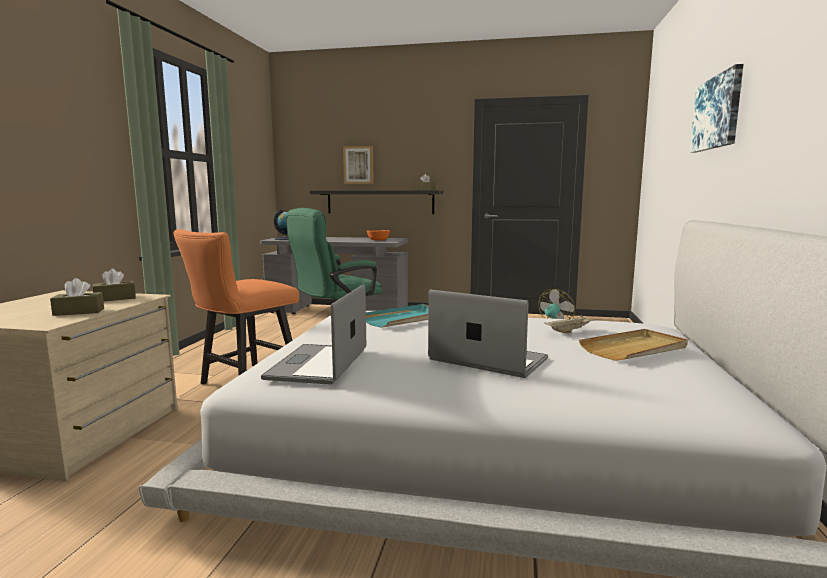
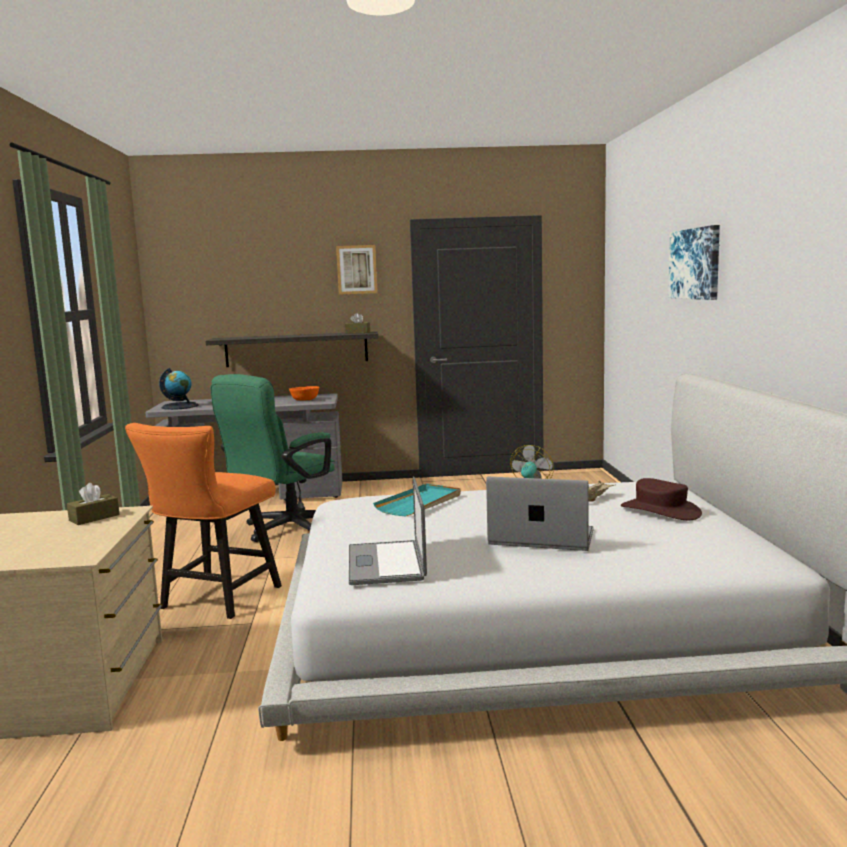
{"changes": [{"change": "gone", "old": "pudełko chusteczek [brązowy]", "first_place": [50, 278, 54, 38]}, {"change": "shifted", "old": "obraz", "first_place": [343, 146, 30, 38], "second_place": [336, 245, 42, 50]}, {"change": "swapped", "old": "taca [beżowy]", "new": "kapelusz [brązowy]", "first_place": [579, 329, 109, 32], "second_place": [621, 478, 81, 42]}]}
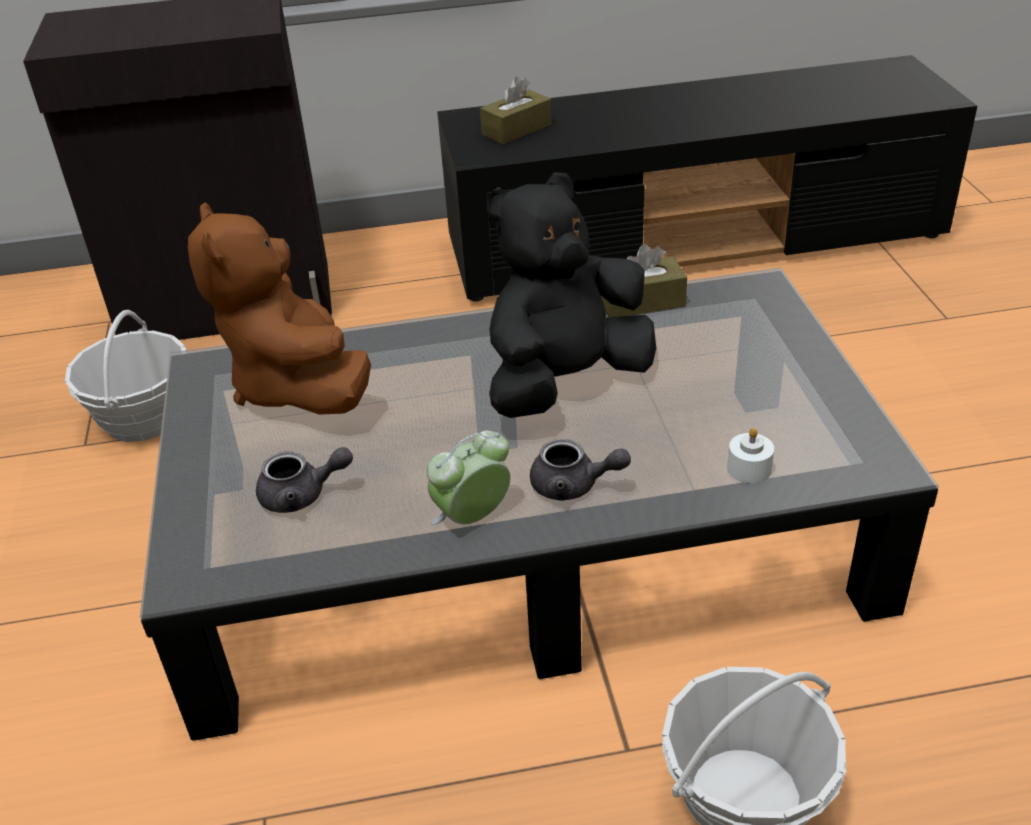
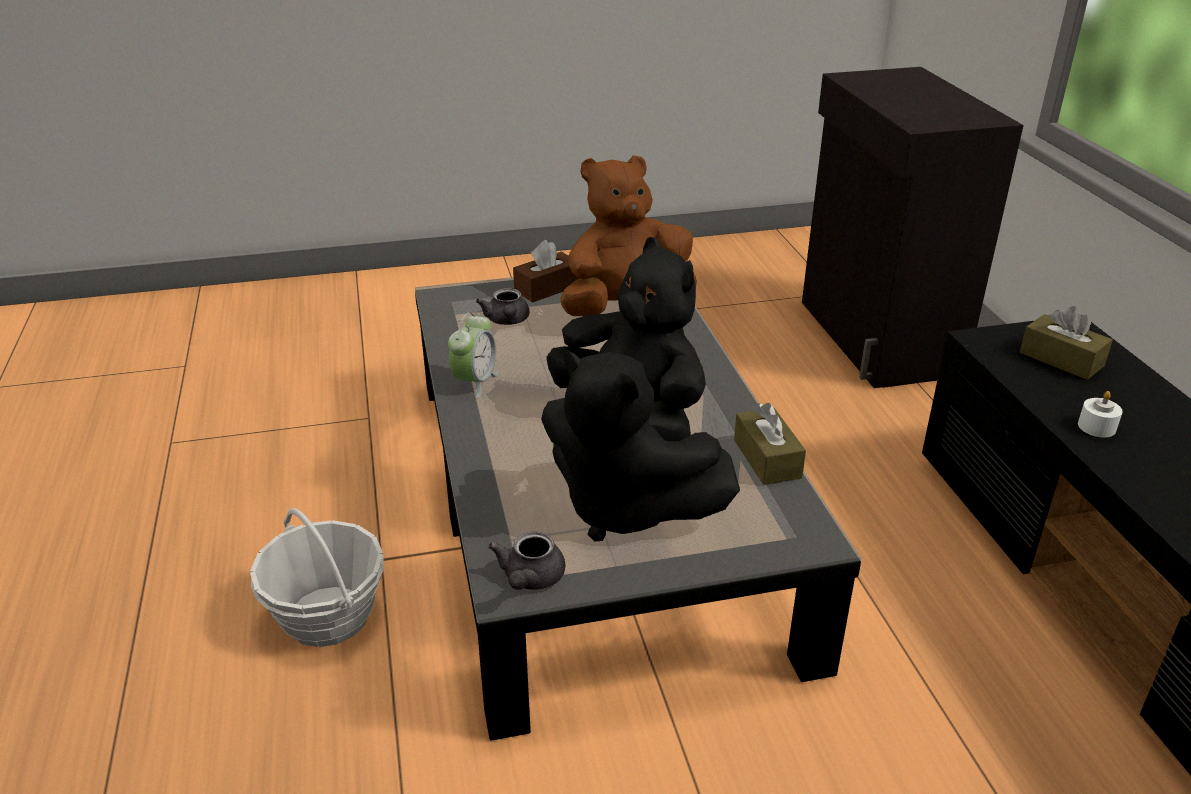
{"changes": [{"change": "gone", "old": "koszyk", "first_place": [65, 310, 121, 132]}, {"change": "rotated", "old": "budzik", "first_place": [427, 431, 83, 94], "second_place": [448, 312, 51, 86], "degrees": 60}, {"change": "shifted", "old": "imbryk [szary]", "first_place": [530, 439, 101, 62], "second_place": [488, 532, 77, 58]}, {"change": "shifted", "old": "świeca [biały]", "first_place": [727, 428, 47, 56], "second_place": [1078, 391, 45, 46]}, {"change": "new", "new": "pudełko chusteczek [brązowy]", "second_place": [513, 240, 66, 63]}, {"change": "new", "new": "pluszak [czarny]", "second_place": [541, 350, 199, 191]}]}
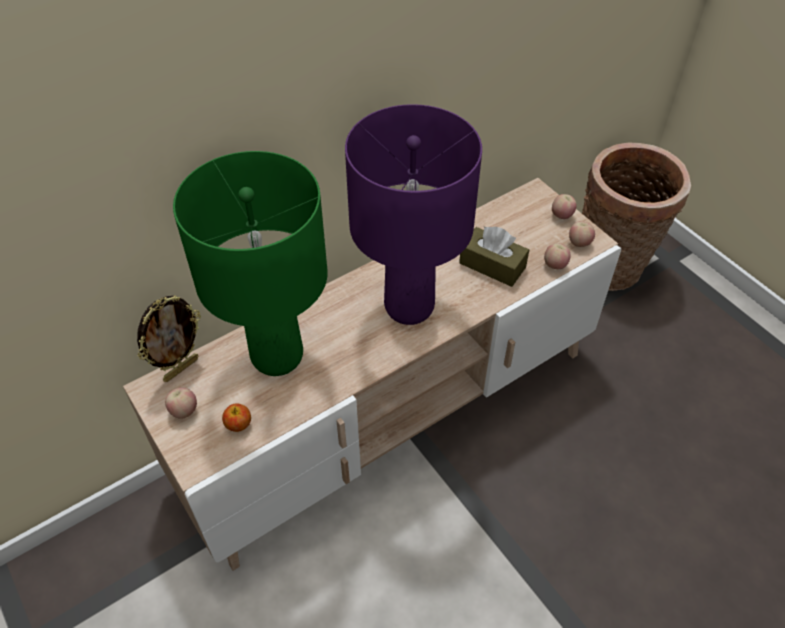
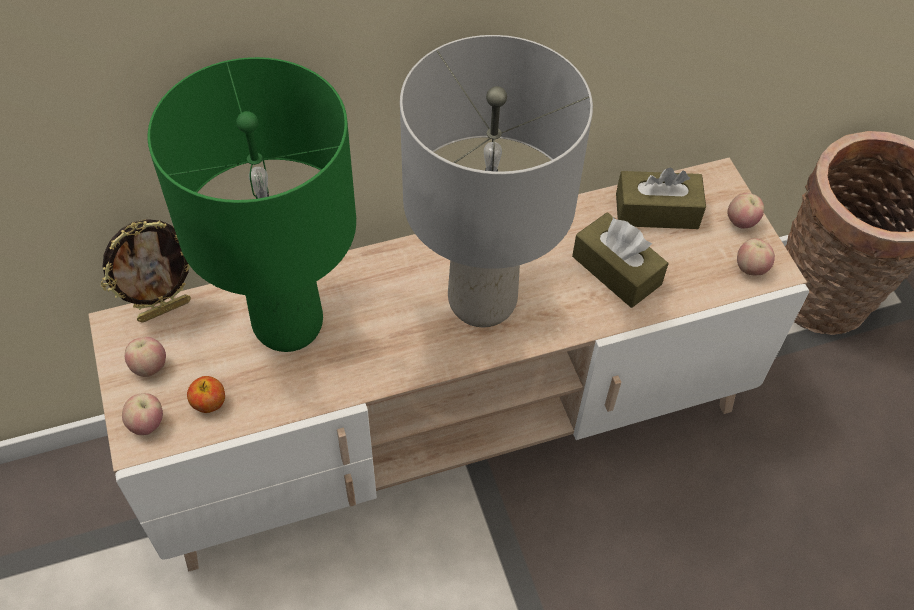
{"changes": [{"change": "repainted", "old": "lampa stołowa [fioletowy]", "new": "lampa stołowa [szary]", "first_place": [345, 104, 137, 221], "second_place": [400, 35, 193, 292]}, {"change": "shifted", "old": "jabłko", "first_place": [544, 243, 26, 27], "second_place": [122, 393, 41, 42]}, {"change": "new", "new": "pudełko chusteczek [brązowy]", "second_place": [616, 168, 90, 61]}]}
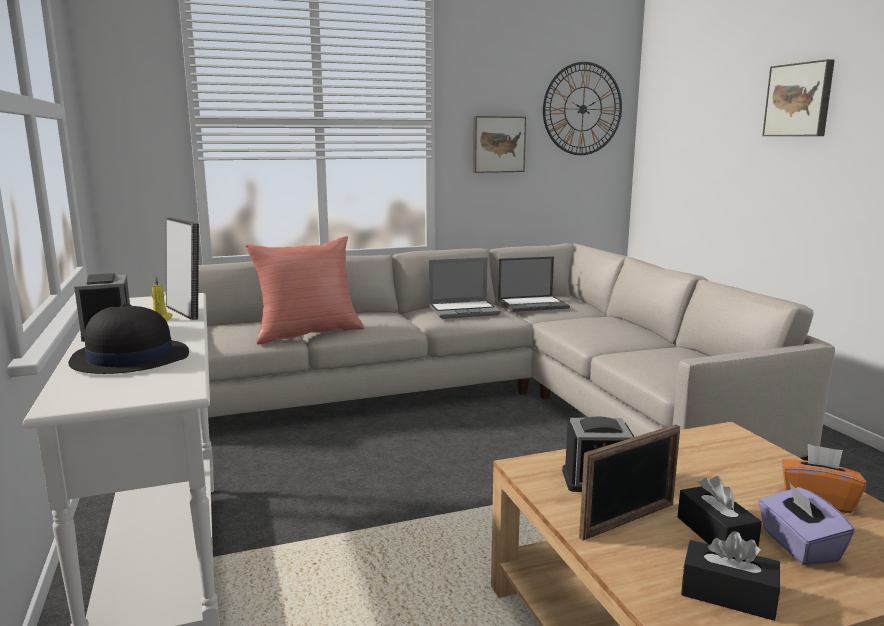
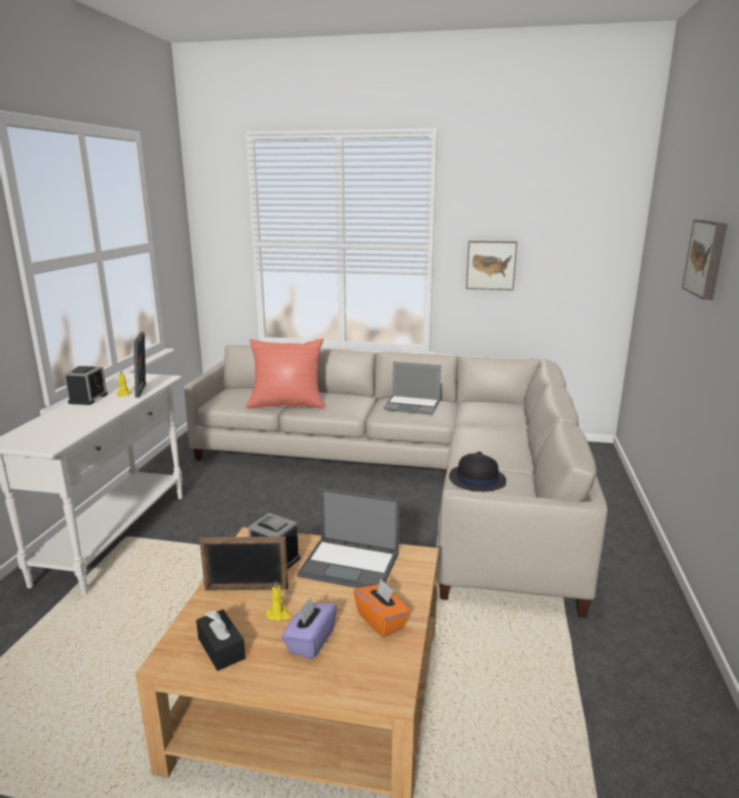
{"changes": [{"change": "shifted", "old": "kapelusz [czarny]", "first_place": [68, 304, 121, 70], "second_place": [449, 452, 57, 40]}, {"change": "shifted", "old": "laptop", "first_place": [498, 256, 72, 56], "second_place": [297, 488, 103, 100]}, {"change": "gone", "old": "zegar ścienny", "first_place": [543, 62, 79, 93]}, {"change": "swapped", "old": "pudełko chusteczek [czarny]", "new": "świeca [żółty]", "first_place": [678, 476, 84, 71], "second_place": [266, 581, 25, 40]}]}
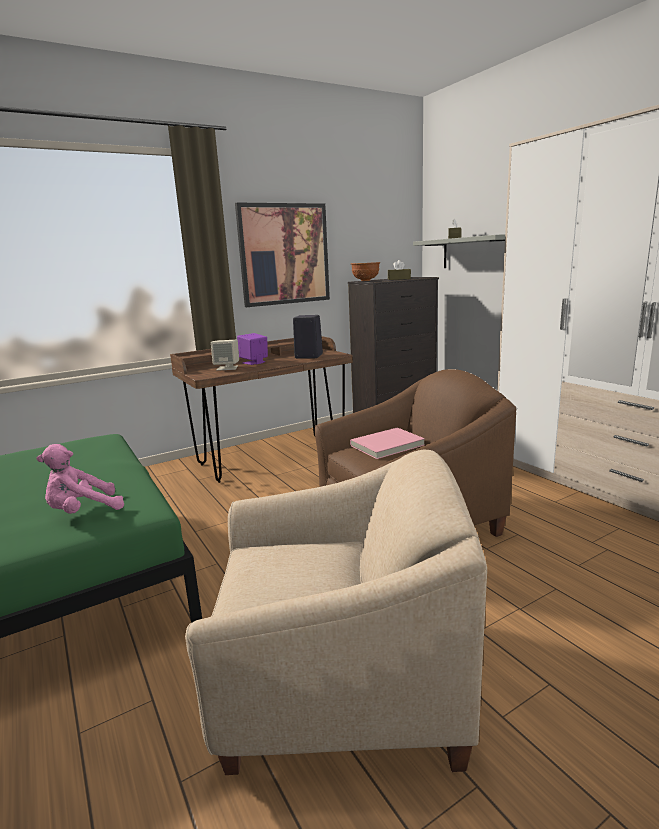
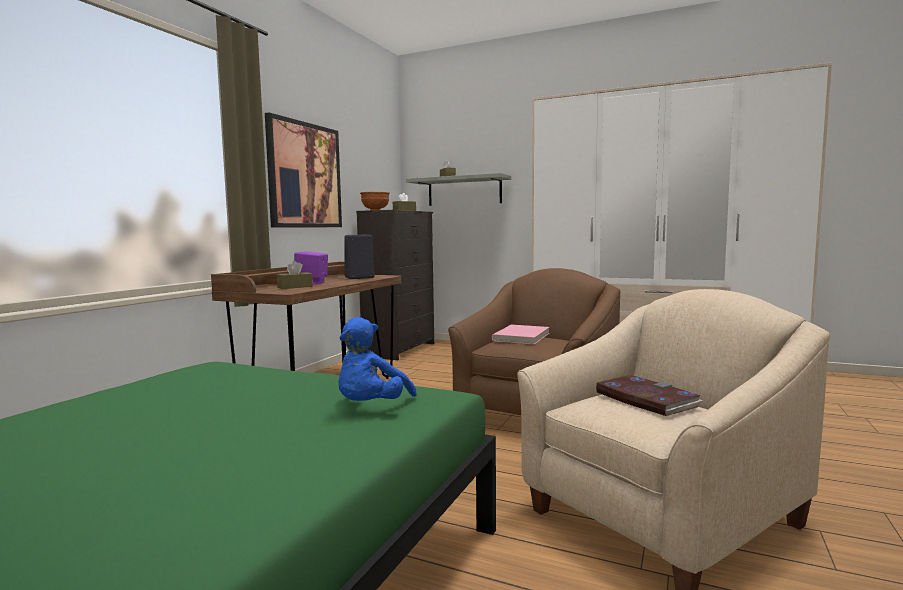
{"changes": [{"change": "repainted", "old": "pluszak [różowy]", "new": "pluszak [niebieski]", "first_place": [36, 444, 88, 70], "second_place": [339, 317, 78, 84]}, {"change": "swapped", "old": "głośnik [beżowy]", "new": "pudełko chusteczek [brązowy]", "first_place": [211, 340, 28, 31], "second_place": [277, 261, 36, 28]}, {"change": "new", "new": "książka", "second_place": [595, 375, 108, 41]}]}
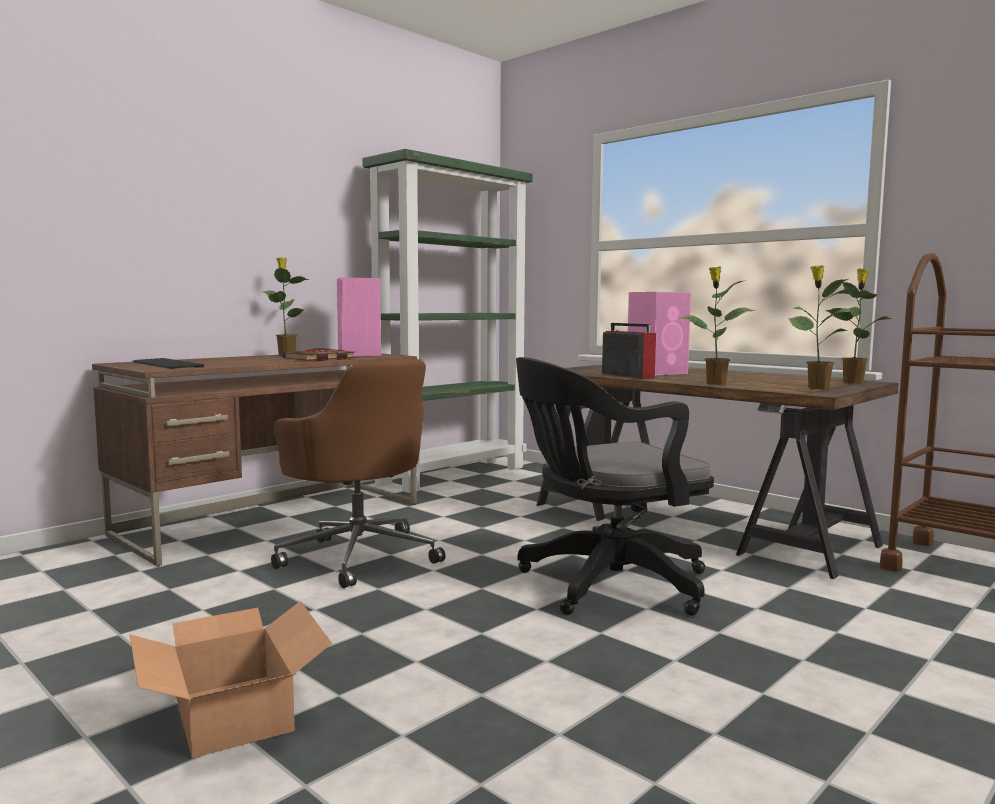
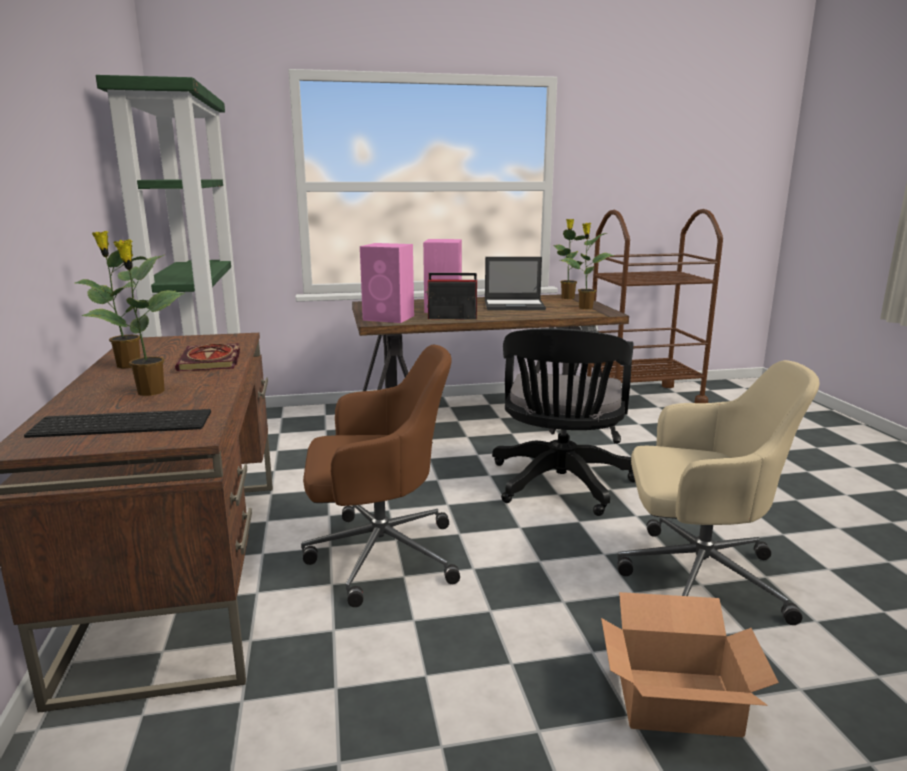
{"changes": [{"change": "shifted", "old": "głośnik [różowy]", "first_place": [337, 278, 44, 78], "second_place": [360, 243, 54, 80]}, {"change": "shifted", "old": "roślina doniczkowa", "first_place": [679, 266, 77, 119], "second_place": [81, 239, 104, 157]}, {"change": "new", "new": "laptop", "second_place": [485, 257, 61, 53]}, {"change": "new", "new": "krzesło biurowe [beżowy]", "second_place": [617, 360, 203, 265]}]}
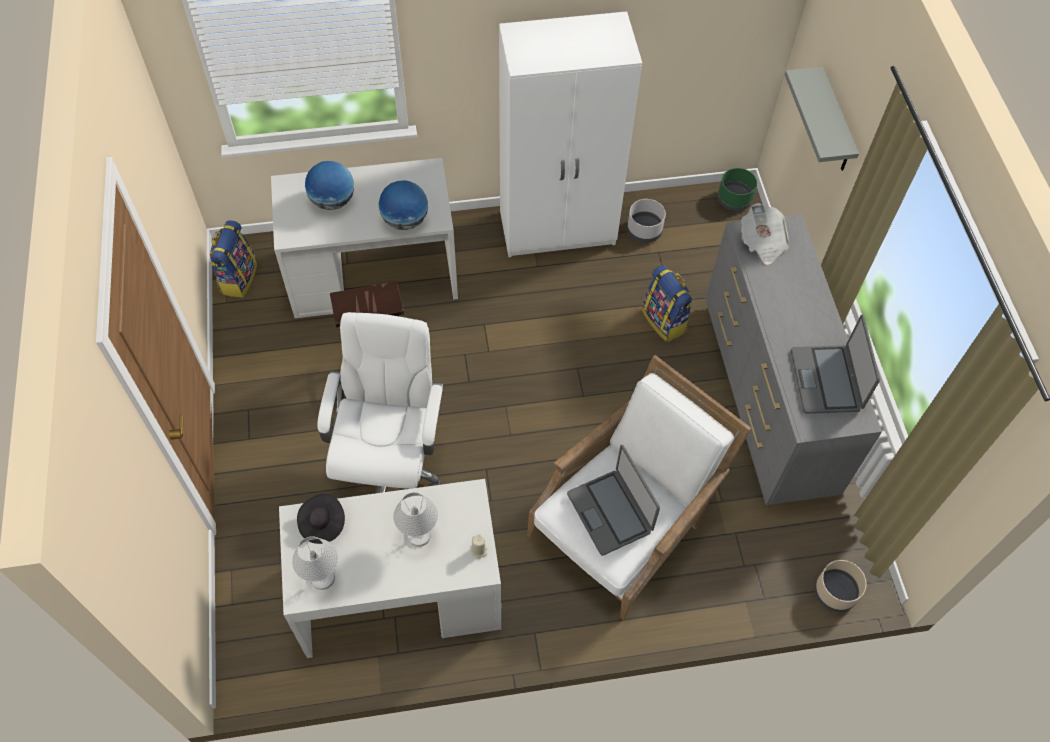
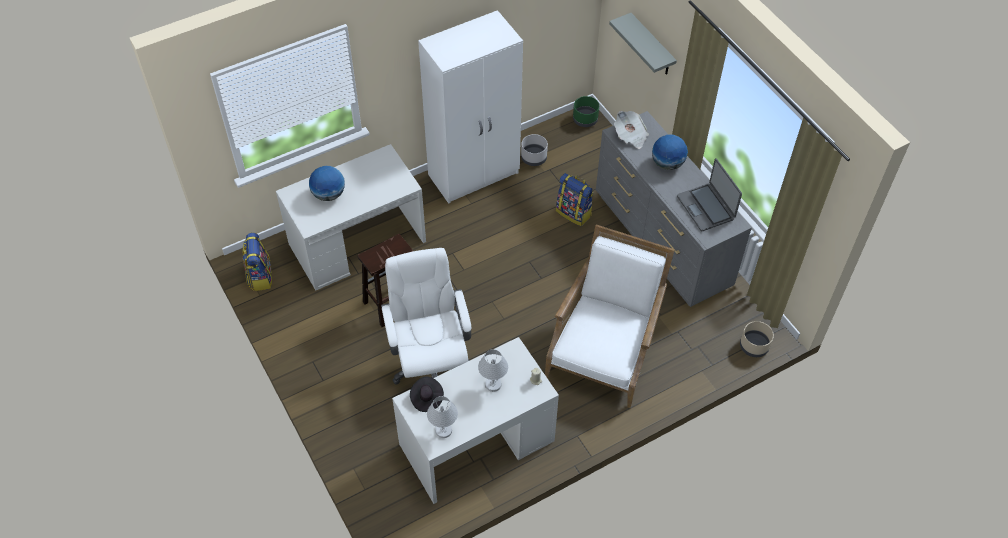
{"changes": [{"change": "shifted", "old": "globus", "first_place": [379, 180, 49, 50], "second_place": [652, 134, 36, 36]}, {"change": "gone", "old": "laptop", "first_place": [567, 445, 93, 111]}]}
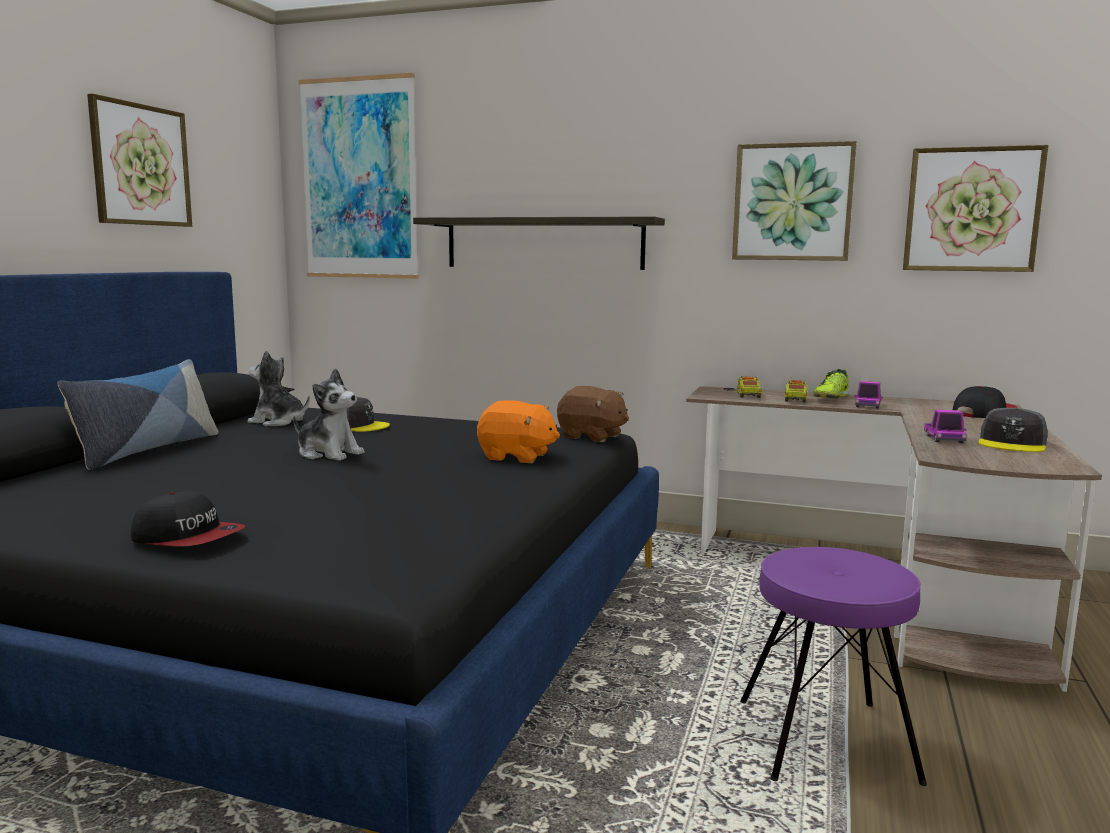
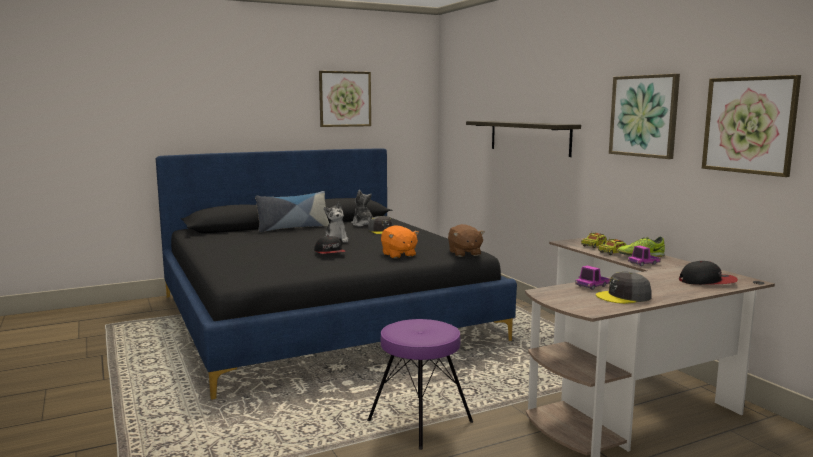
{"changes": [{"change": "shifted", "old": "czapka z daszkiem", "first_place": [131, 491, 114, 56], "second_place": [314, 236, 32, 18]}, {"change": "gone", "old": "obraz", "first_place": [298, 73, 121, 206]}]}
